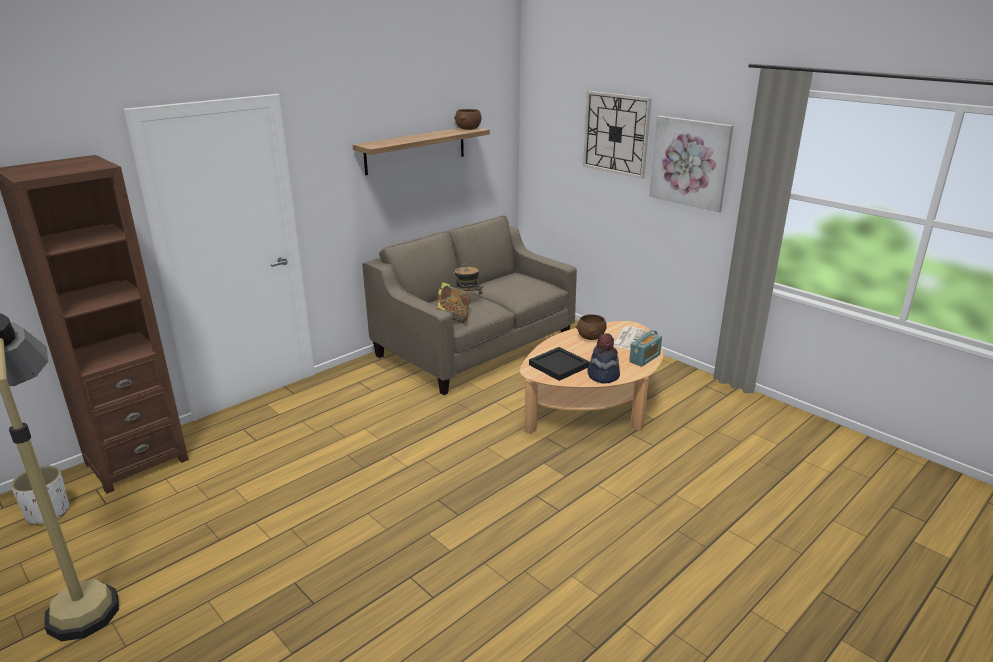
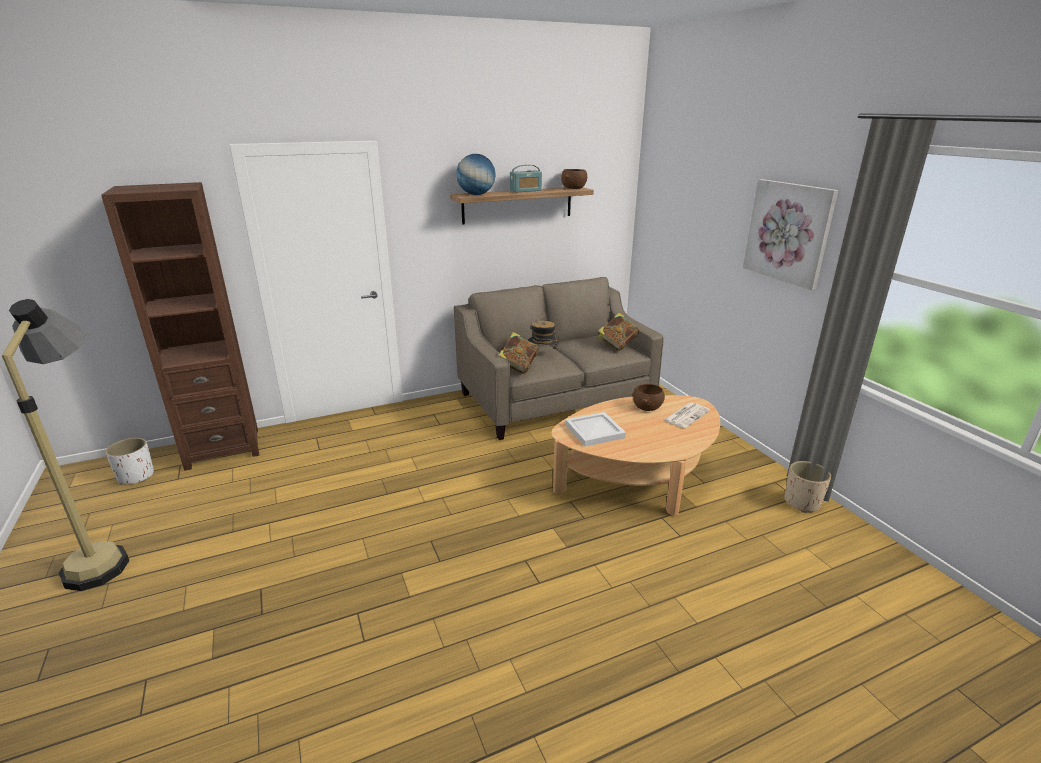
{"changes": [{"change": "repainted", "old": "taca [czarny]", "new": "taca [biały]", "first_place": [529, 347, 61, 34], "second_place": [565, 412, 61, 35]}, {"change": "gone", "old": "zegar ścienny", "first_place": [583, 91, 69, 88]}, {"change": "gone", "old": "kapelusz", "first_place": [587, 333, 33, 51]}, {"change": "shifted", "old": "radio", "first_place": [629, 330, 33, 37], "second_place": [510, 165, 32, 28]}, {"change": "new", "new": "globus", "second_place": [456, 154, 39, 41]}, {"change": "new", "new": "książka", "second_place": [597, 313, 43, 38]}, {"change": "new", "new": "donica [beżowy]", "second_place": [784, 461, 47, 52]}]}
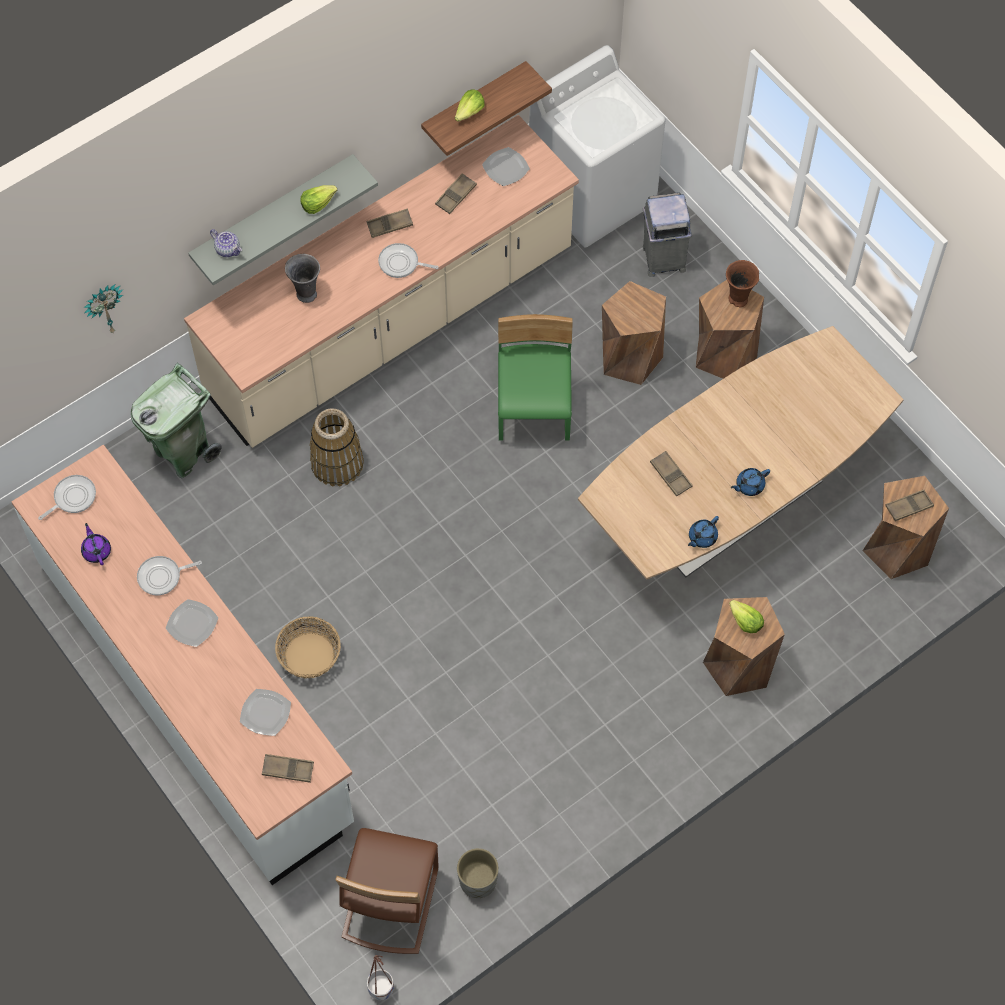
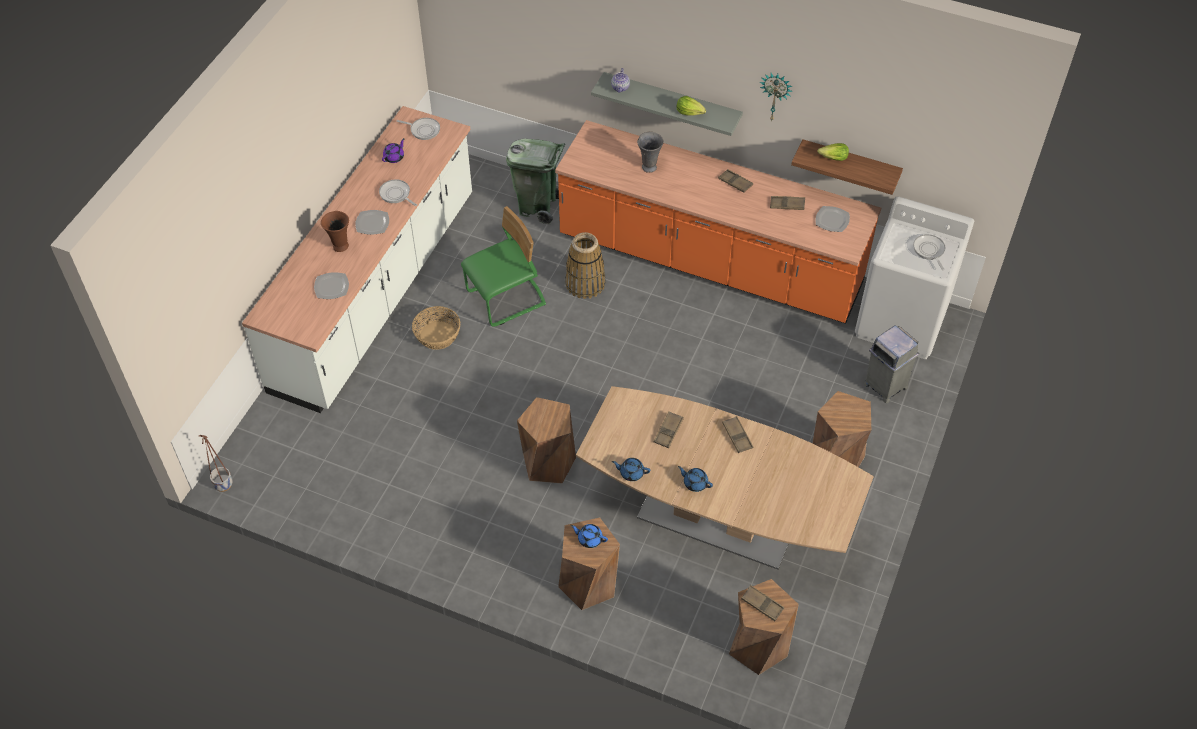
{"changes": [{"change": "shifted", "old": "zegar ścienny", "first_place": [84, 284, 39, 49], "second_place": [759, 73, 34, 48]}, {"change": "repainted", "old": "zabudowa kuchenna [beżowy]", "new": "zabudowa kuchenna [pomarańczowy]", "first_place": [184, 115, 395, 333], "second_place": [555, 120, 326, 204]}, {"change": "shifted", "old": "taca [brązowy]", "first_place": [262, 754, 52, 29], "second_place": [722, 416, 31, 37]}, {"change": "gone", "old": "krzesło [brązowy]", "first_place": [335, 828, 104, 126]}, {"change": "shifted", "old": "patelnia", "first_place": [378, 243, 61, 35], "second_place": [913, 234, 33, 36]}, {"change": "gone", "old": "donica [szary]", "first_place": [457, 848, 42, 50]}, {"change": "shifted", "old": "krzesło [zielony]", "first_place": [498, 314, 75, 127], "second_place": [461, 206, 85, 121]}, {"change": "shifted", "old": "stołek [brązowy]", "first_place": [602, 281, 64, 104], "second_place": [517, 397, 59, 87]}, {"change": "shifted", "old": "wazon [brązowy]", "first_place": [726, 260, 33, 47], "second_place": [321, 211, 28, 41]}, {"change": "swapped", "old": "sałata", "new": "imbryk [niebieski]", "first_place": [729, 600, 35, 33], "second_place": [570, 524, 38, 24]}]}
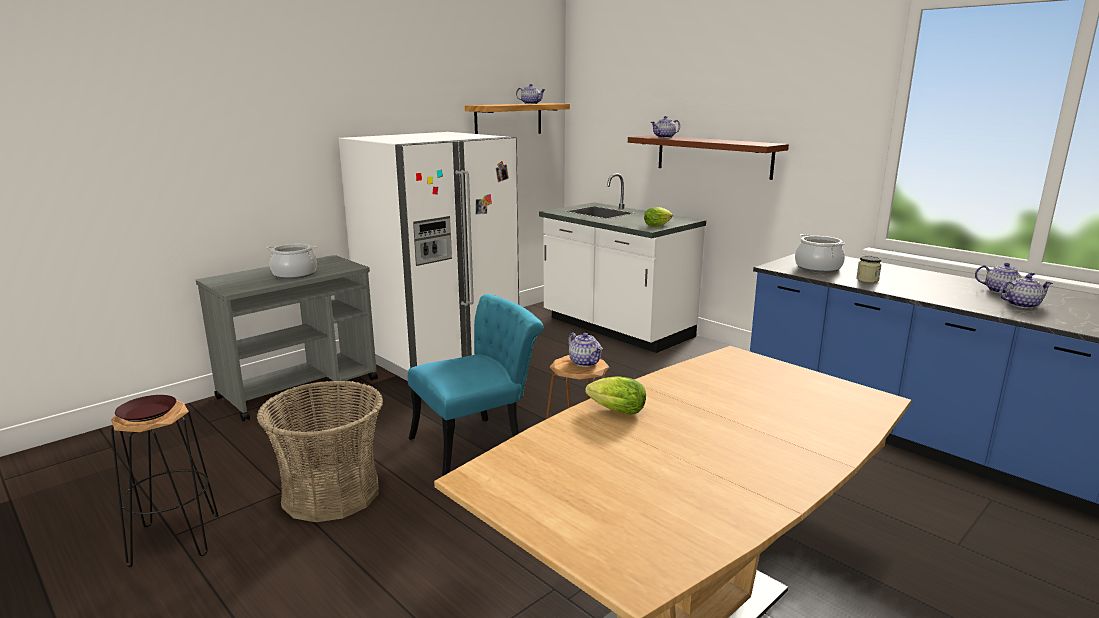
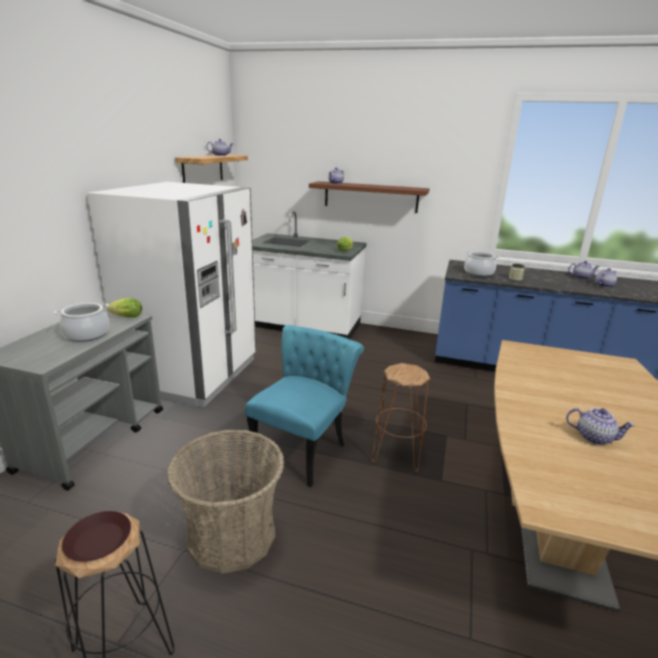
{"changes": [{"change": "shifted", "old": "imbryk", "first_place": [568, 333, 35, 34], "second_place": [566, 408, 69, 37]}, {"change": "shifted", "old": "sałata", "first_place": [585, 376, 61, 39], "second_place": [106, 298, 36, 20]}]}
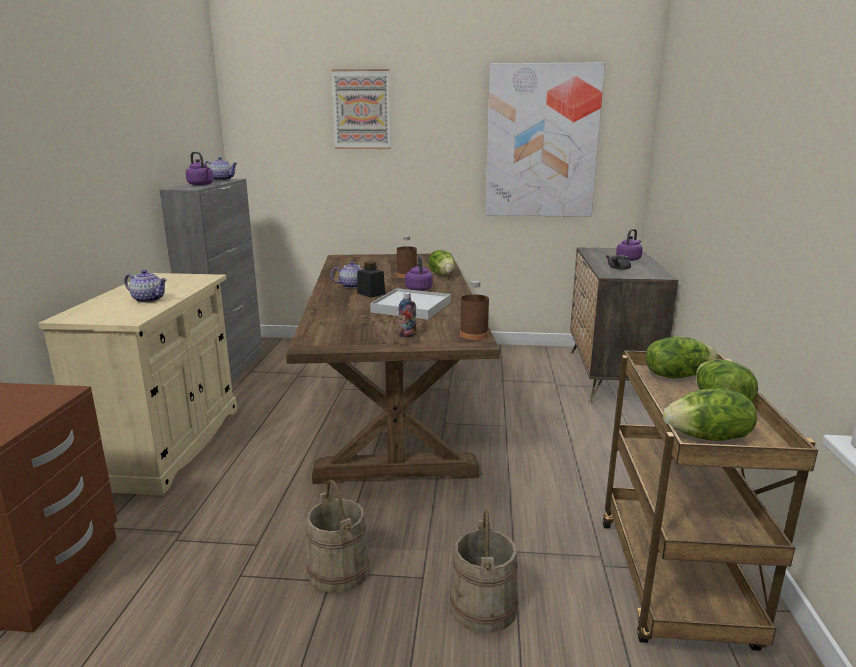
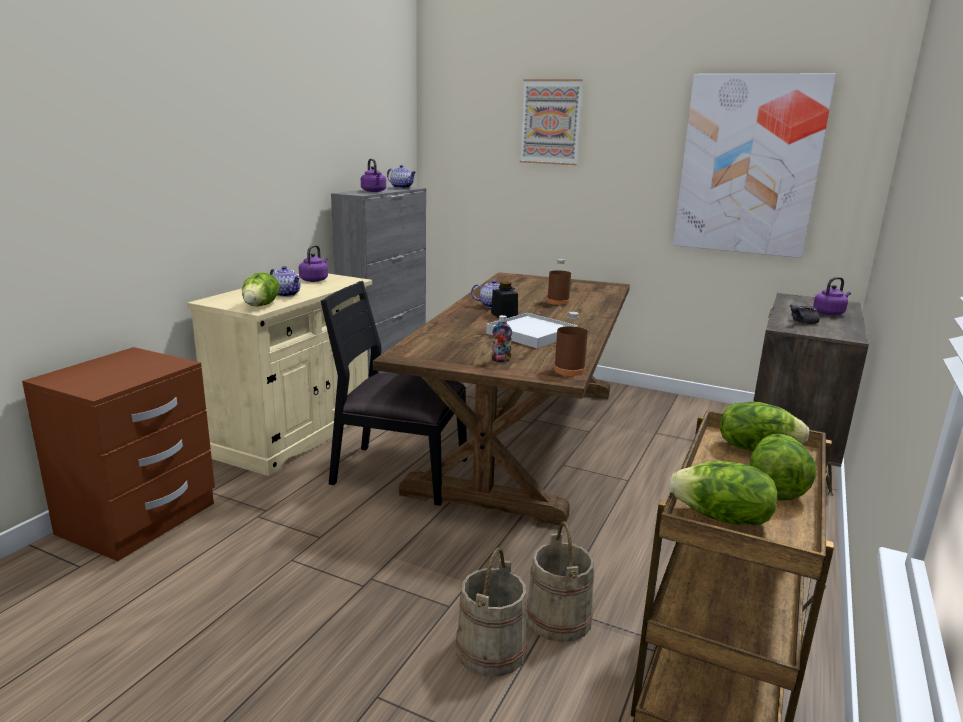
{"changes": [{"change": "shifted", "old": "wiadro [beżowy]", "first_place": [306, 480, 64, 113], "second_place": [526, 521, 68, 121]}, {"change": "shifted", "old": "czajnik [fioletowy]", "first_place": [405, 255, 28, 36], "second_place": [299, 245, 29, 37]}, {"change": "shifted", "old": "sałata", "first_place": [429, 250, 26, 25], "second_place": [242, 273, 38, 34]}, {"change": "new", "new": "krzesło [czarny]", "second_place": [321, 281, 146, 225]}]}
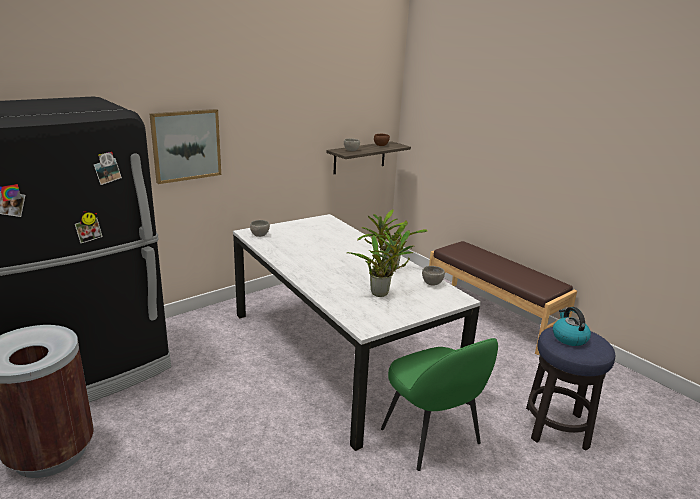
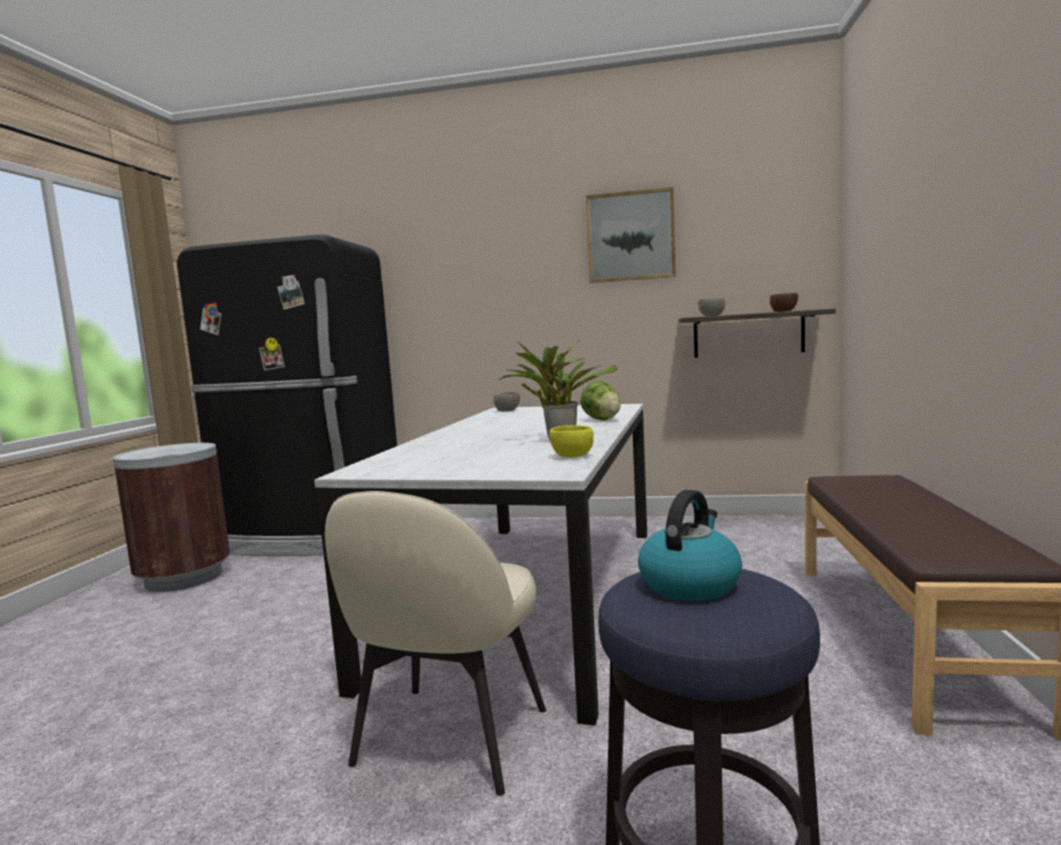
{"changes": [{"change": "shifted", "old": "obraz", "first_place": [149, 109, 72, 75], "second_place": [586, 187, 90, 96]}, {"change": "gone", "old": "roślina doniczkowa", "first_place": [347, 230, 66, 67]}, {"change": "repainted", "old": "krzesło [zielony]", "new": "krzesło [beżowy]", "first_place": [381, 338, 117, 133], "second_place": [325, 491, 221, 305]}, {"change": "repainted", "old": "miska [szary]", "new": "miska [żółty]", "first_place": [422, 266, 23, 20], "second_place": [549, 425, 45, 33]}, {"change": "new", "new": "sałata", "second_place": [580, 381, 41, 40]}]}
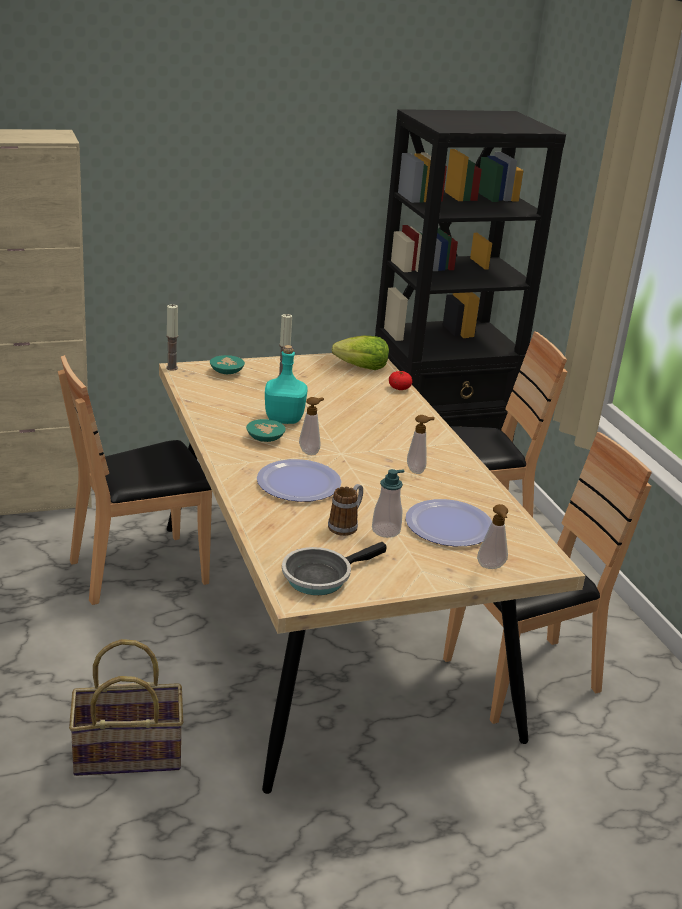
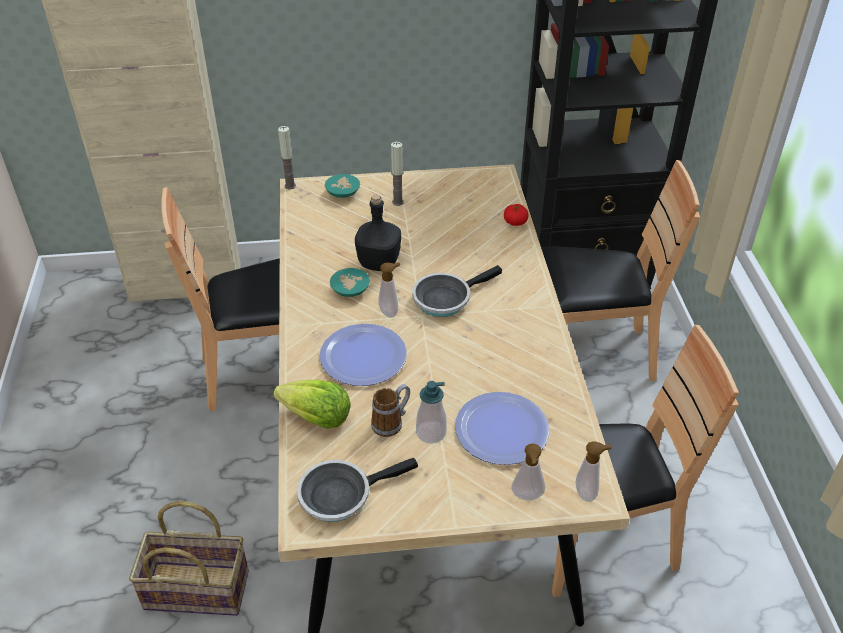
{"changes": [{"change": "repainted", "old": "butelka [turkusowy]", "new": "butelka [czarny]", "first_place": [265, 345, 43, 79], "second_place": [355, 195, 46, 76]}, {"change": "shifted", "old": "sałata", "first_place": [332, 336, 57, 34], "second_place": [274, 380, 77, 49]}, {"change": "shifted", "old": "dozownik mydła", "first_place": [407, 415, 28, 59], "second_place": [576, 441, 36, 61]}, {"change": "new", "new": "patelnia", "second_place": [412, 265, 90, 52]}]}
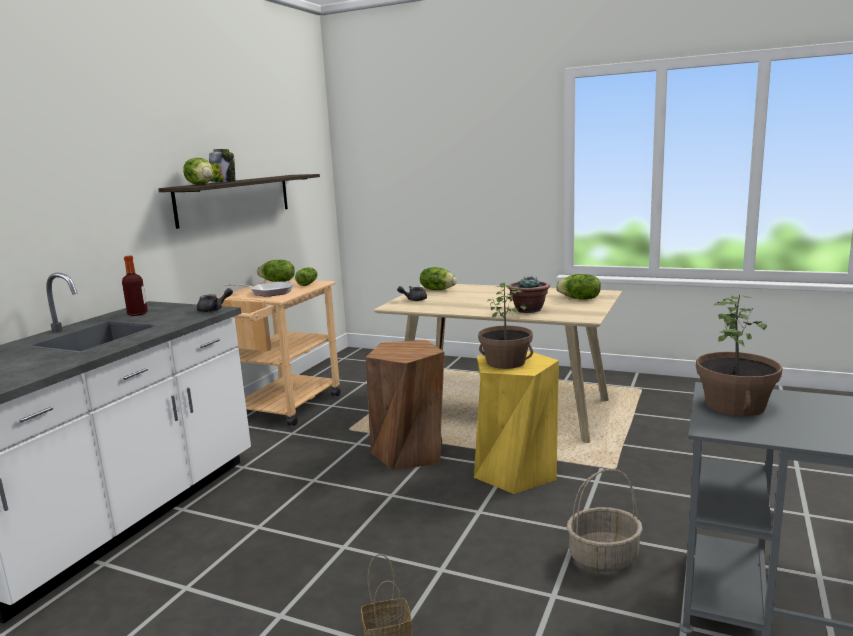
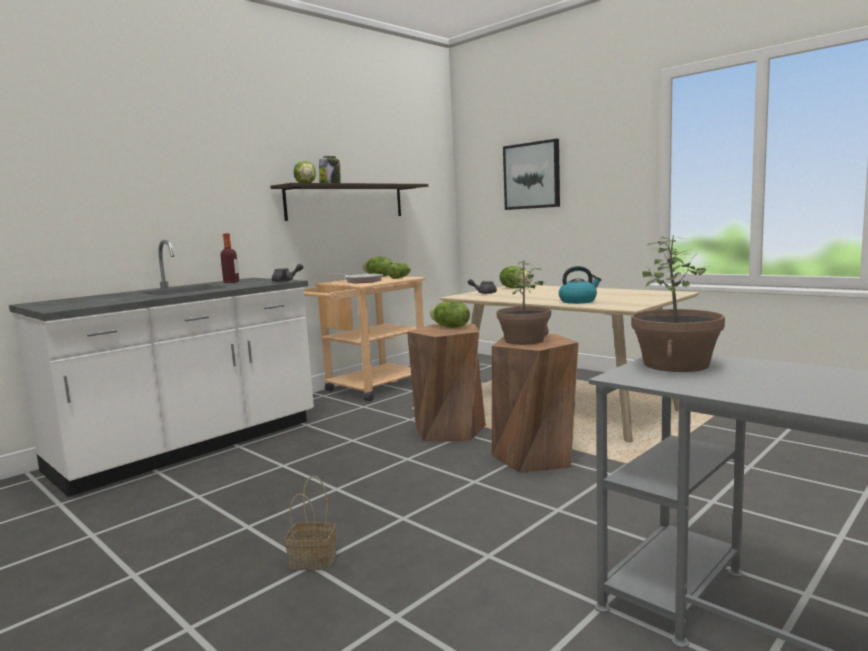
{"changes": [{"change": "repainted", "old": "stołek [żółty]", "new": "stołek [brązowy]", "first_place": [474, 351, 85, 143], "second_place": [492, 334, 87, 139]}, {"change": "swapped", "old": "roślina doniczkowa", "new": "czajnik", "first_place": [508, 276, 42, 37], "second_place": [559, 266, 42, 38]}, {"change": "shifted", "old": "sałata", "first_place": [556, 274, 45, 26], "second_place": [430, 301, 40, 27]}, {"change": "gone", "old": "koszyk", "first_place": [567, 469, 76, 103]}, {"change": "new", "new": "obraz", "second_place": [503, 139, 57, 71]}]}
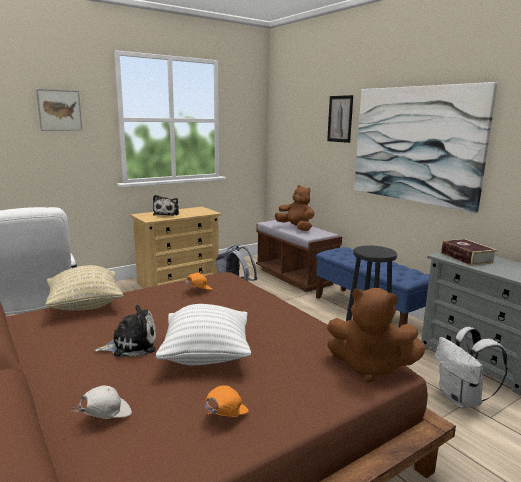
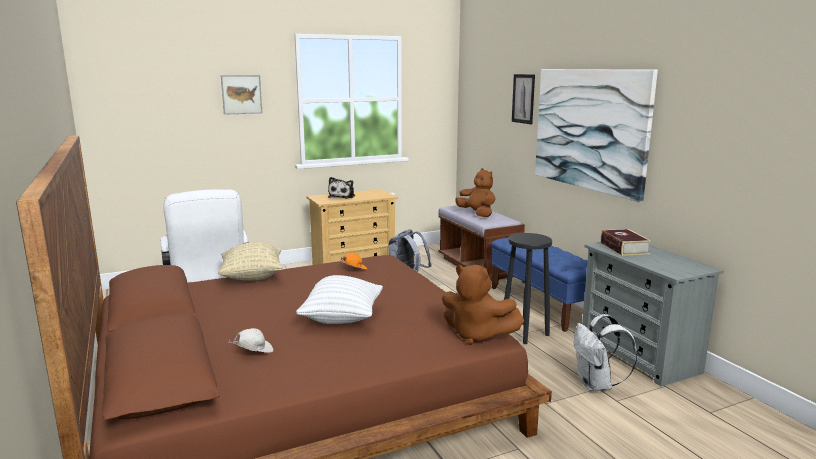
{"changes": [{"change": "gone", "old": "pluszak", "first_place": [94, 305, 62, 52]}, {"change": "gone", "old": "czapka z daszkiem [pomarańczowy]", "first_place": [205, 385, 44, 32]}]}
